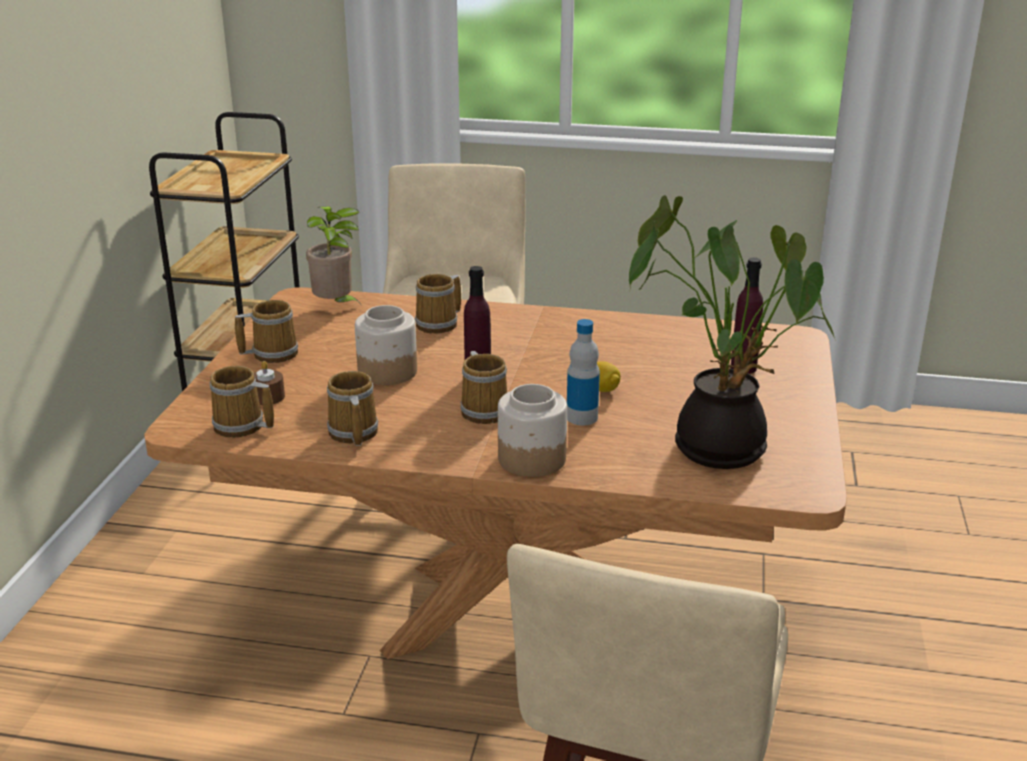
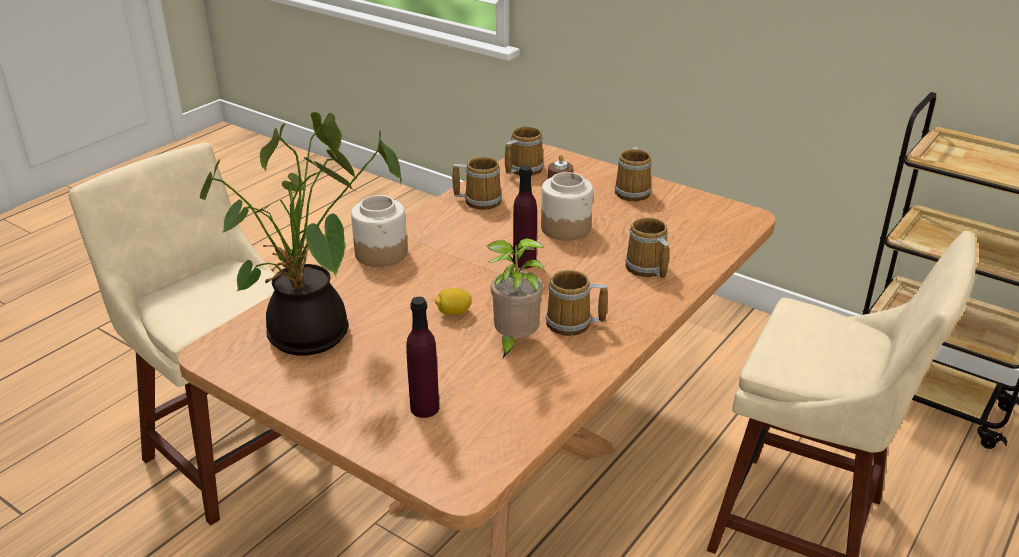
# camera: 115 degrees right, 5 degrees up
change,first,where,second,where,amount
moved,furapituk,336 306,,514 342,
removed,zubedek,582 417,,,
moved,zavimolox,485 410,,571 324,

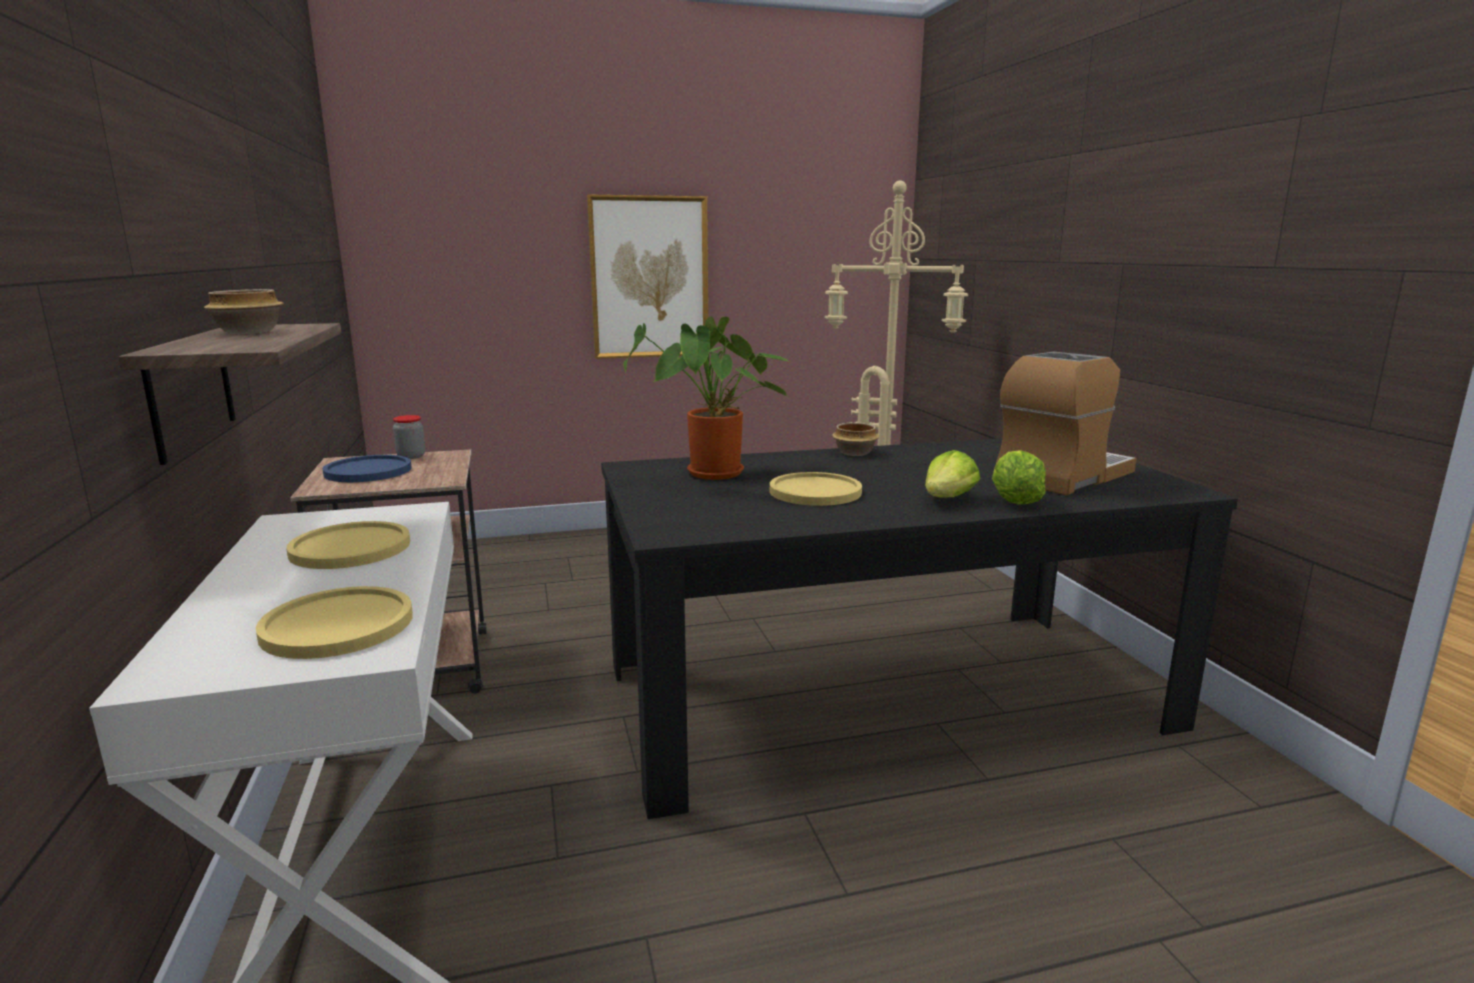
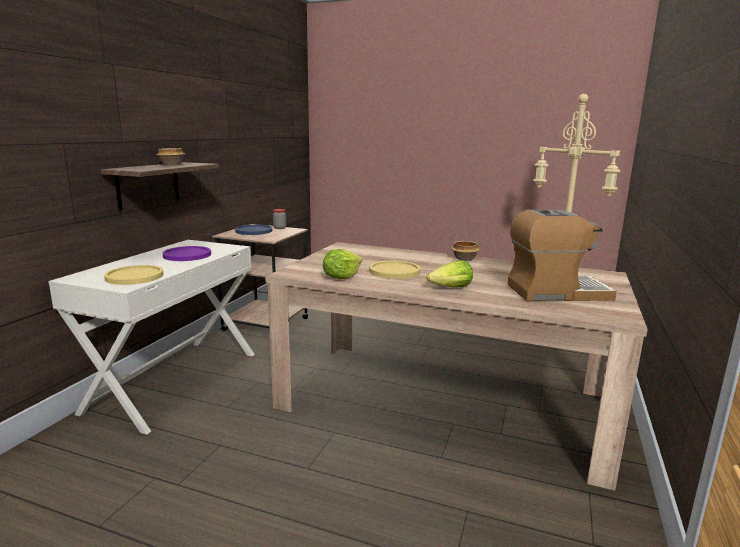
# camera: 35 degrees right, 0 degrees up
change,first,where,second,where,amount
removed,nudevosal,649 278,,,
removed,furapituk,713 475,,,
recoloured,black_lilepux,882 696,beige_lilepux,443 402,
moved,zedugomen,1014 502,,341 277,
recoloured,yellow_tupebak,350 548,purple_tupebak,187 255,

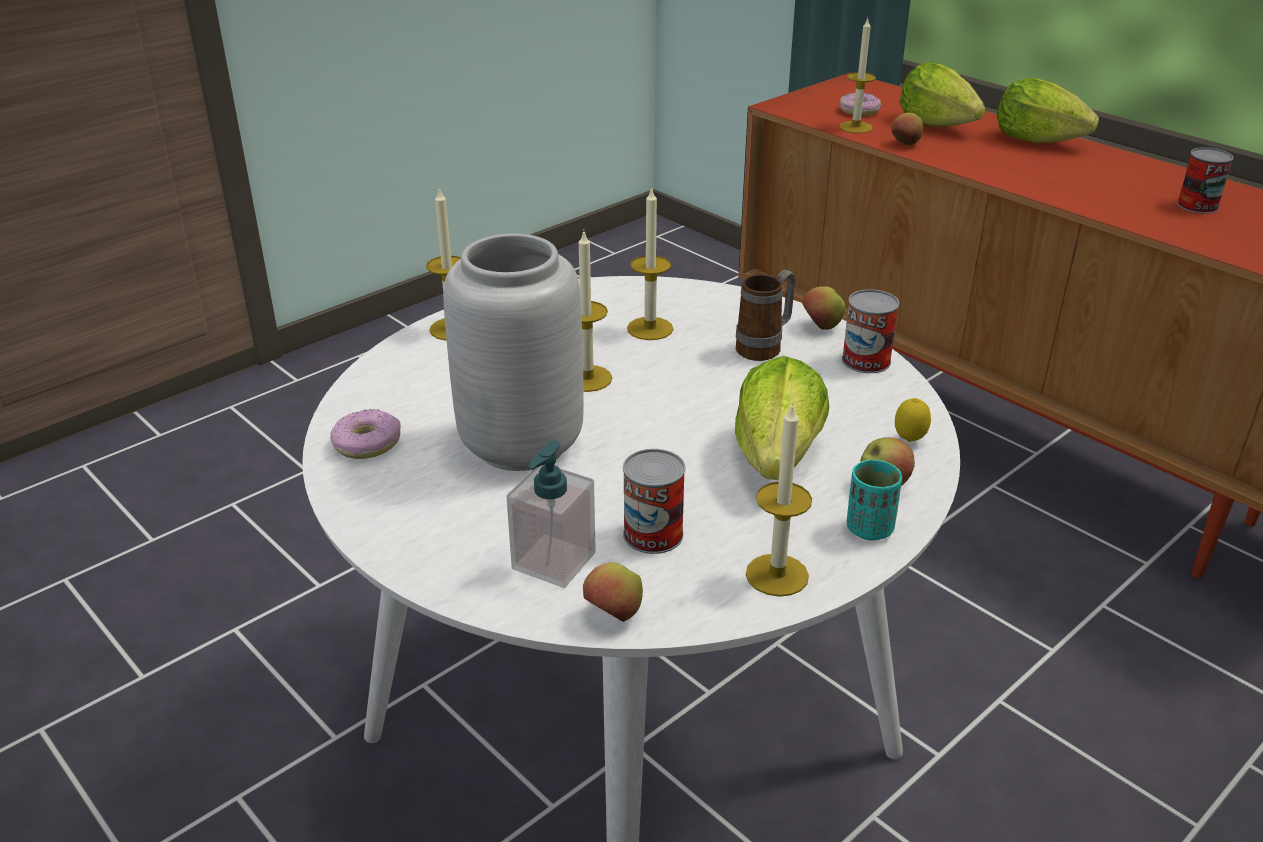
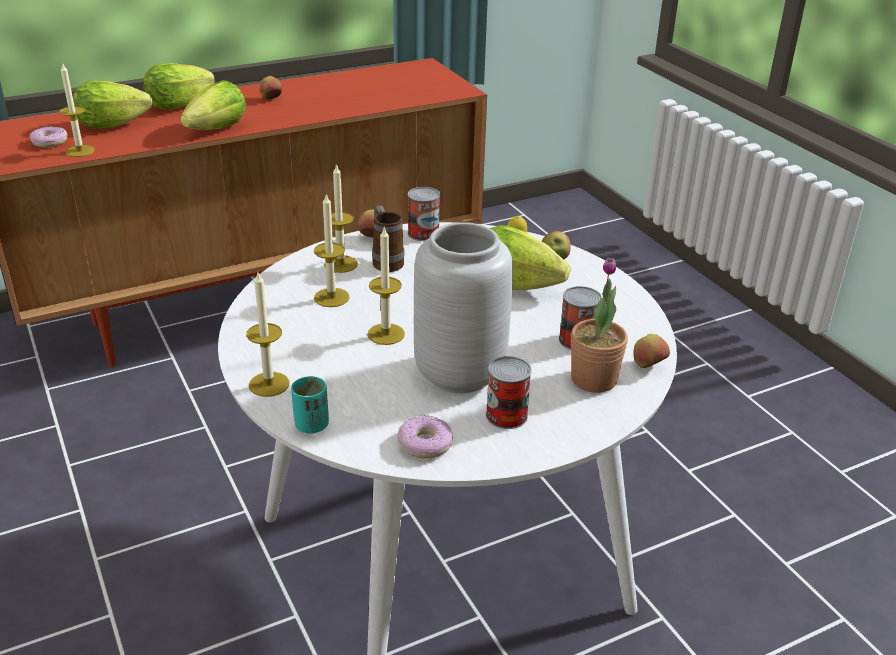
# camera: 75 degrees left, 0 degrees up
change,first,where,second,where,amount
moved,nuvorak,905 144,,271 99,
moved,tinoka,1197 205,,506 415,
moved,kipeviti,777 575,,341 264,
replaced,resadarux,553 561,furapituk,593 379,
moved,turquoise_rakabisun,869 529,,311 425,
added,,,zedugomen,217 129,

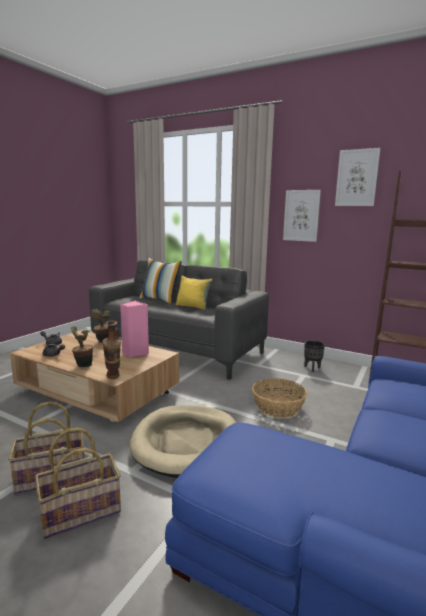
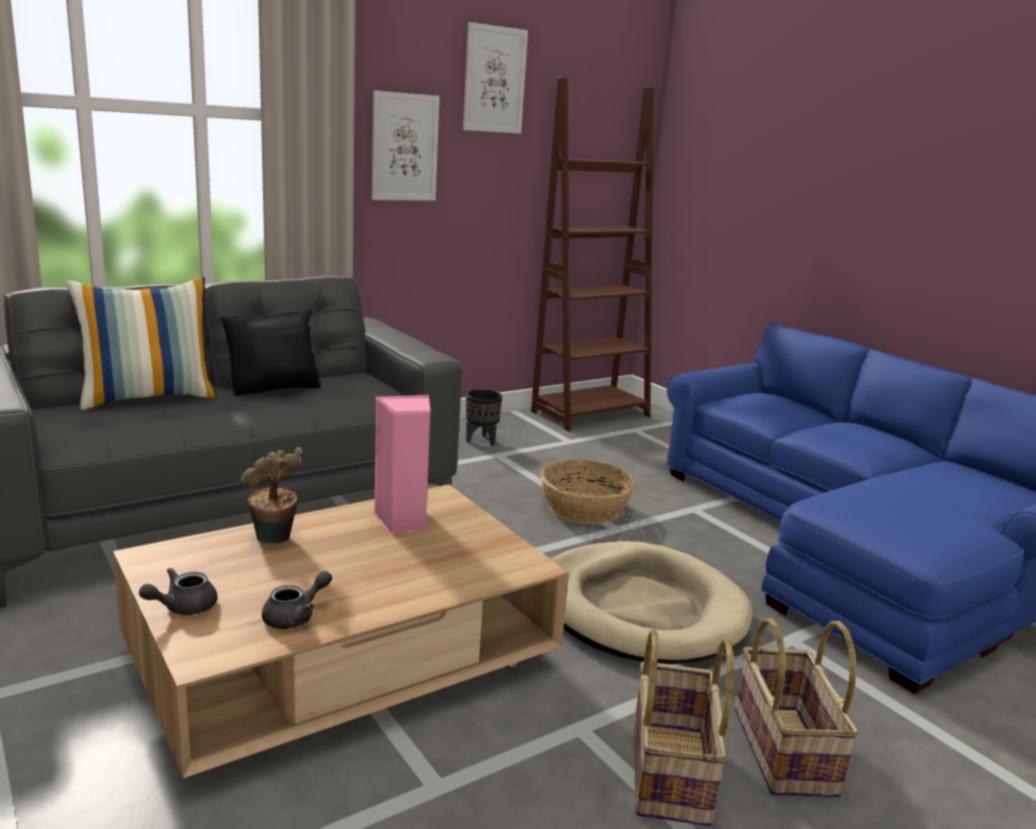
# camera: 65 degrees left, 5 degrees up
change,first,where,second,where,amount
recoloured,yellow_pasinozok,193 306,black_pasinozok,275 388,
removed,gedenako,113 378,,,
removed,furapituk,82 366,,,

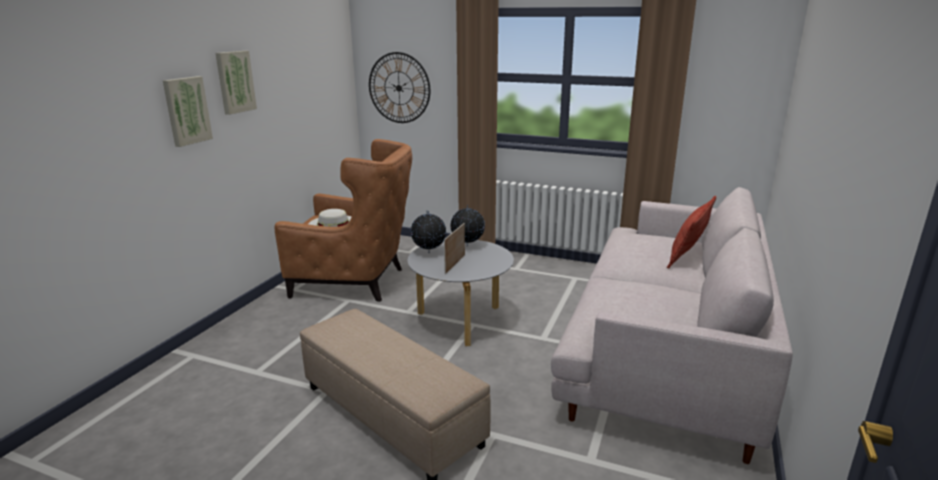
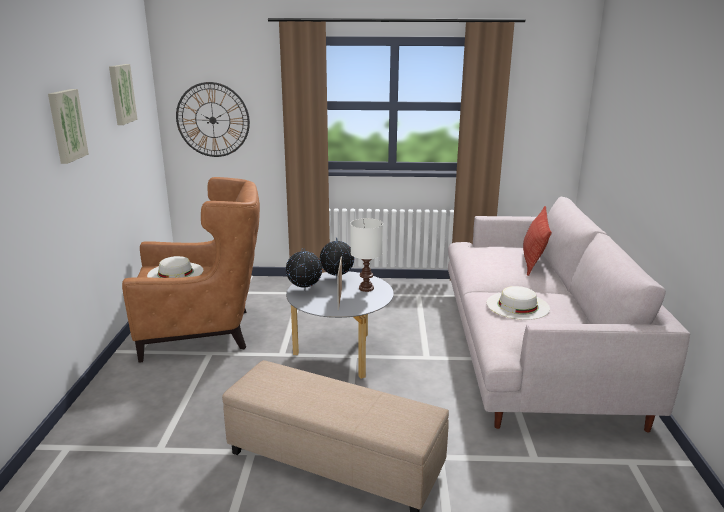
# camera: 20 degrees left, 0 degrees up
change,first,where,second,where,amount
moved,nudevosal,186 110,,121 94,
added,,,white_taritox,366 288,
added,,,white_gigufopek,517 305,

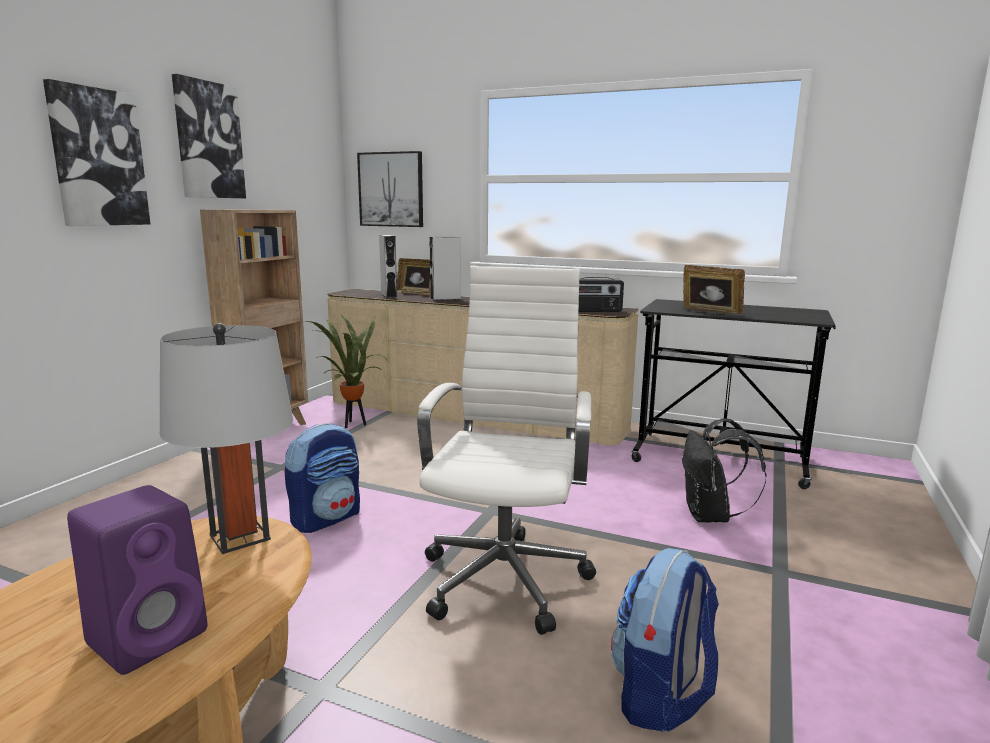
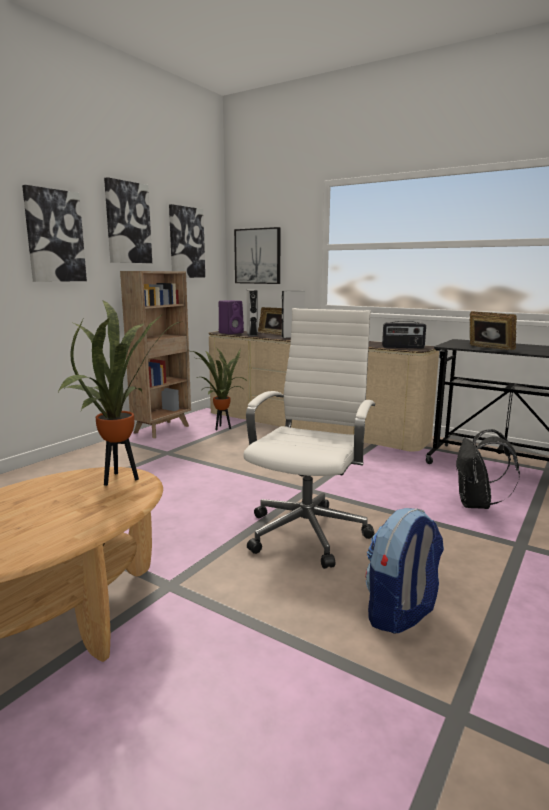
# camera: 10 degrees right, 0 degrees up
change,first,where,second,where,amount
replaced,grey_taritox,240 537,furapituk,120 478,
removed,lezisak,326 518,,,
moved,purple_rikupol,151 635,,231 333,
added,,,nudevosal,186 242,

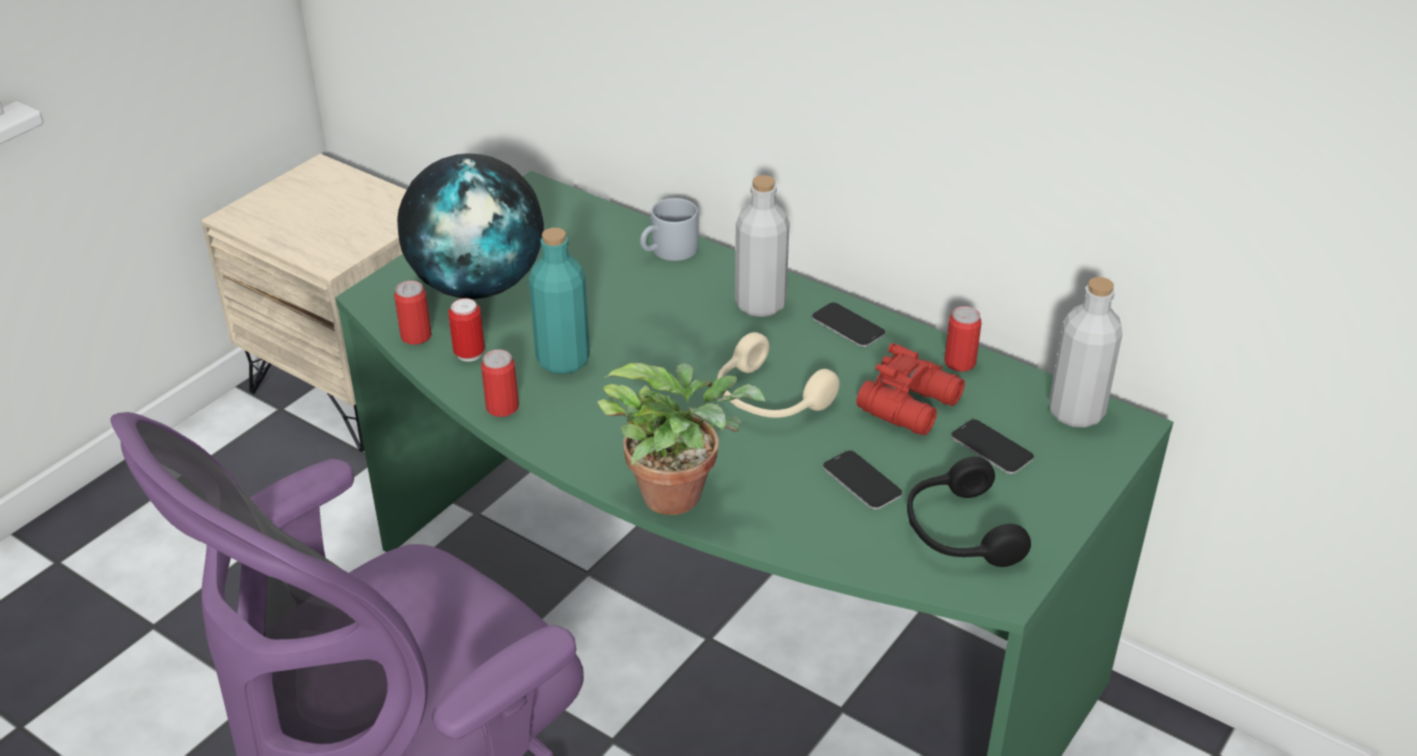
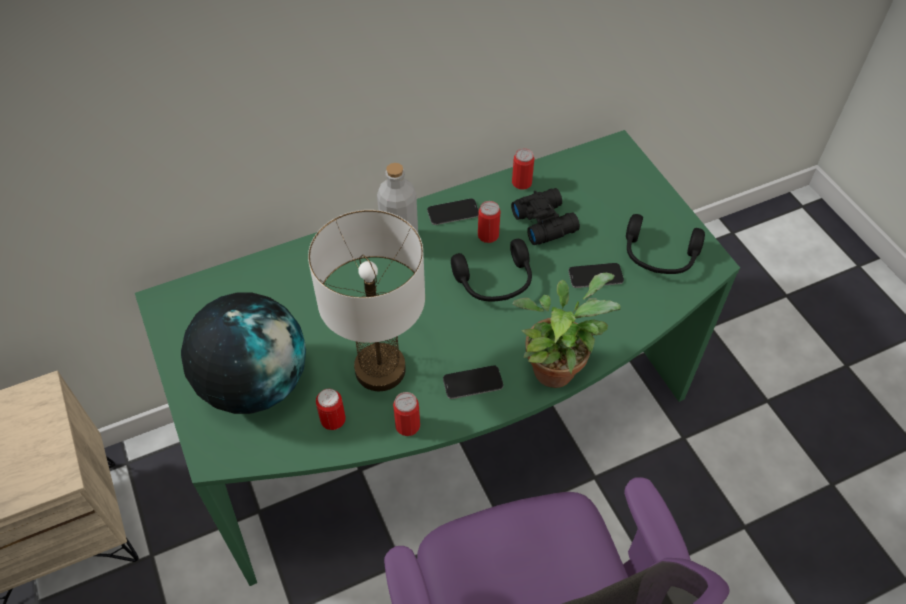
# camera: 60 degrees left, 15 degrees up
change,first,where,second,where,amount
removed,grey_zavimolox,668 251,,,
replaced,turquoise_zubedek,563 360,taritox,381 369,
removed,grey_zubedek,1076 412,,,
moved,tinoka,416 336,,488 235,
recoloured,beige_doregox,768 399,black_doregox,495 282,
recoloured,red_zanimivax,912 405,black_zanimivax,545 221,
moved,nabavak,991 448,,473 383,

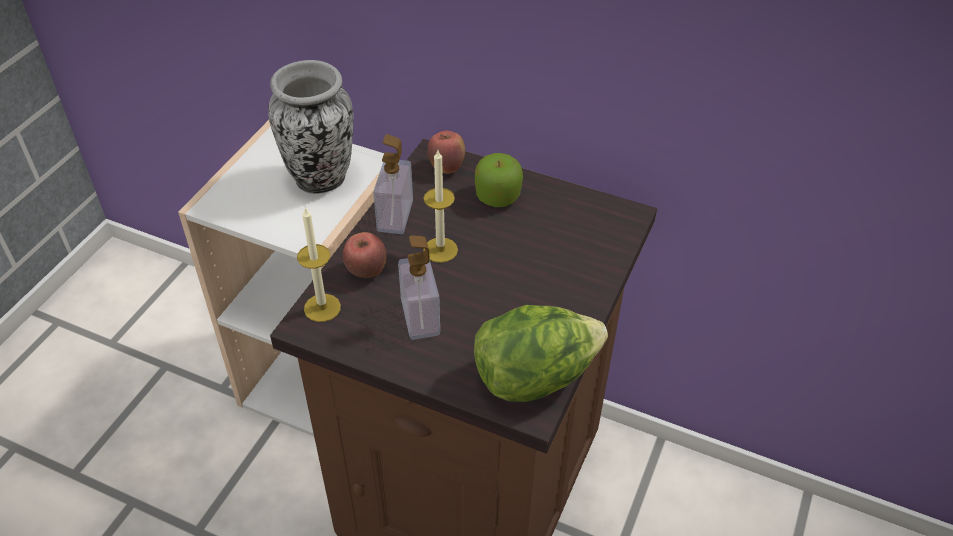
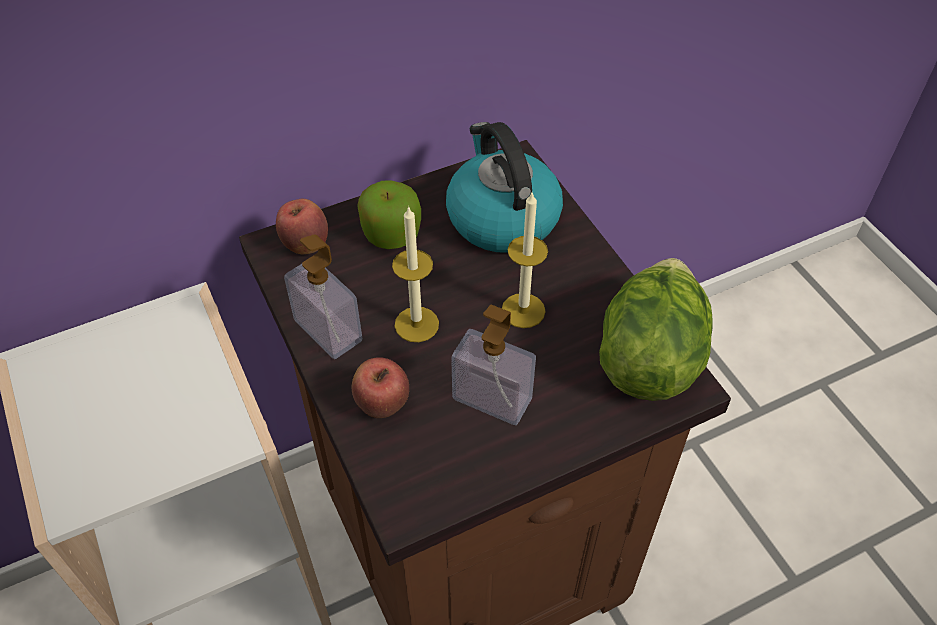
# camera: 50 degrees left, 5 degrees up
change,first,where,second,where,amount
removed,gedenako,321 180,,,
moved,kipeviti,322 308,,523 310,
added,,,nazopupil,501 217,

